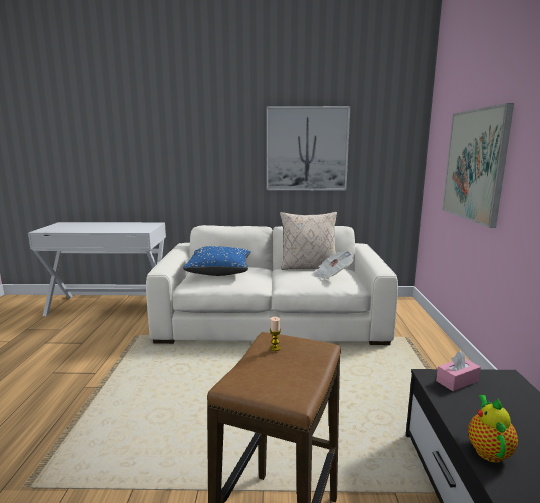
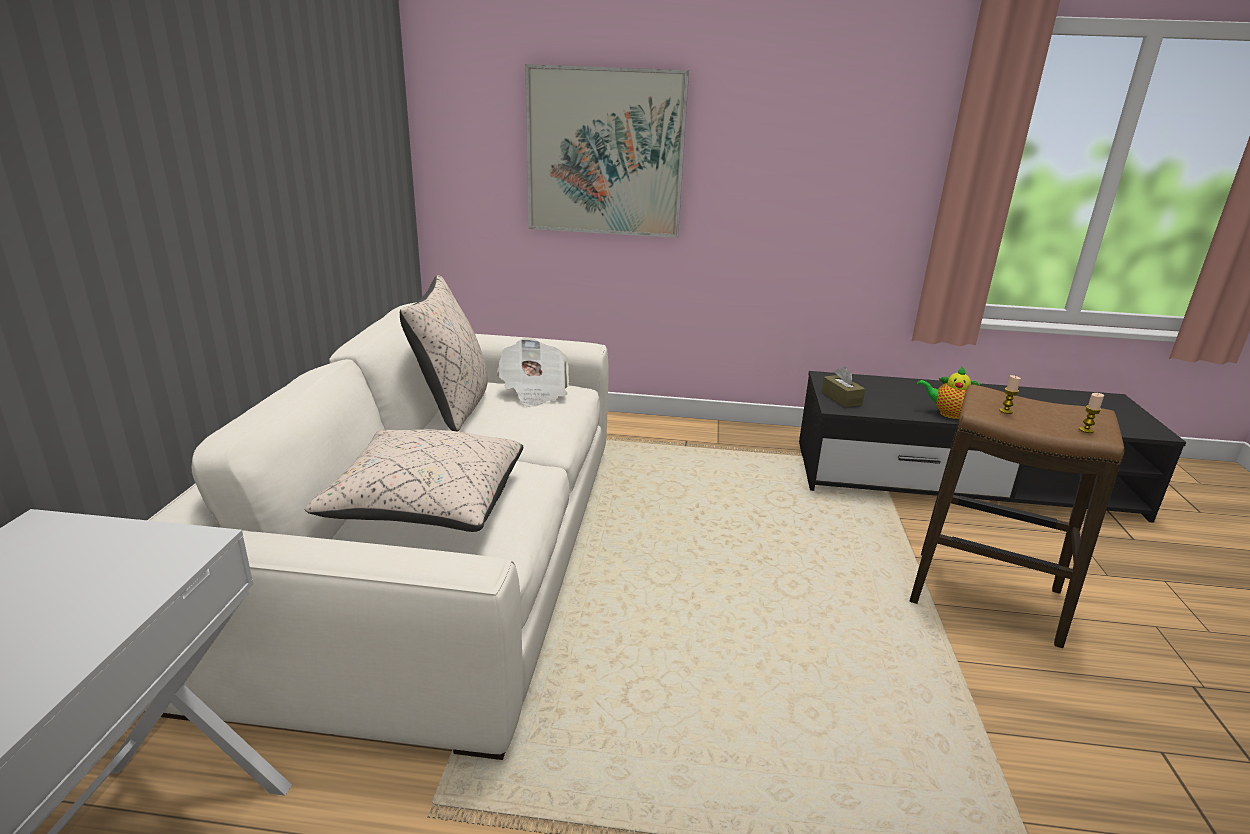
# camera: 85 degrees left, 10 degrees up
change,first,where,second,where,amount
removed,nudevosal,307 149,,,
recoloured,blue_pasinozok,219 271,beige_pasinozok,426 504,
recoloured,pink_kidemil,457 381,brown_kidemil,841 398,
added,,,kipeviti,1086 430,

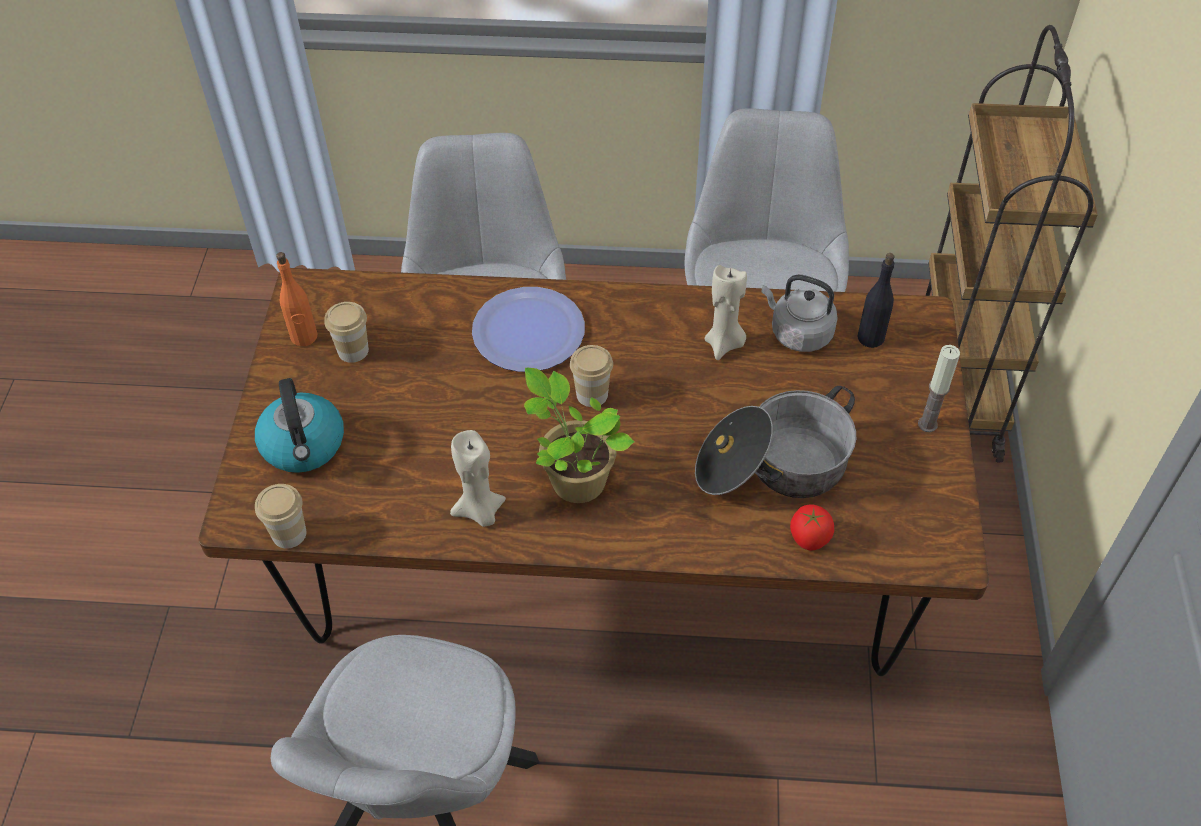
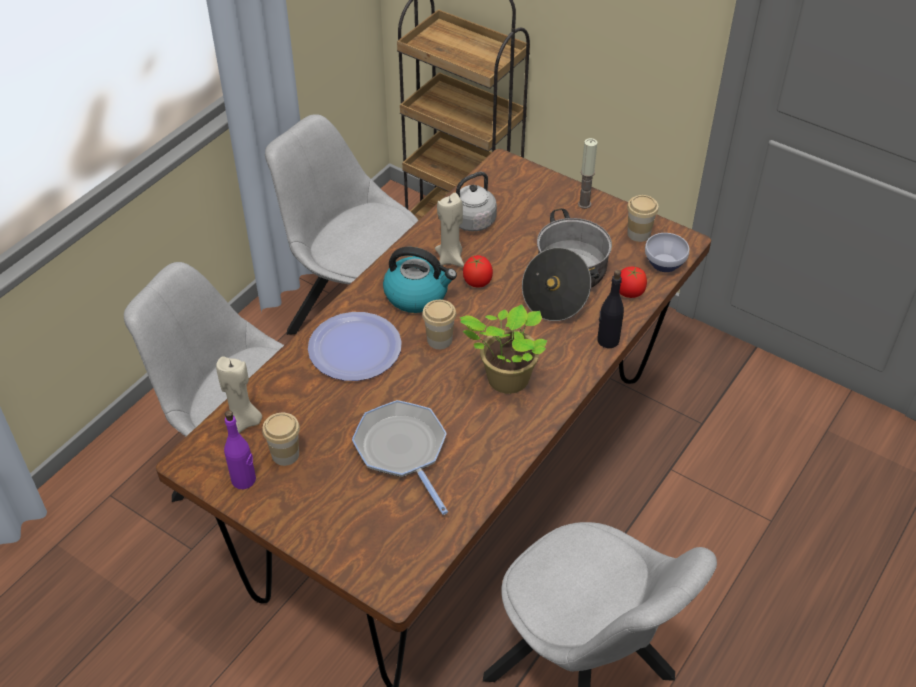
# camera: 60 degrees left, 5 degrees down
change,first,where,second,where,amount
recoloured,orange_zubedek,304 337,purple_zubedek,244 480,
moved,black_zubedek,870 337,,607 340,
moved,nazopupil,304 445,,417 295,
moved,beige_kipeviti,480 512,,244 422,
moved,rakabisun,289 534,,638 234,
added,,,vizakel,665 263,
added,,,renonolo,477 282,
added,,,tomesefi,403 450,

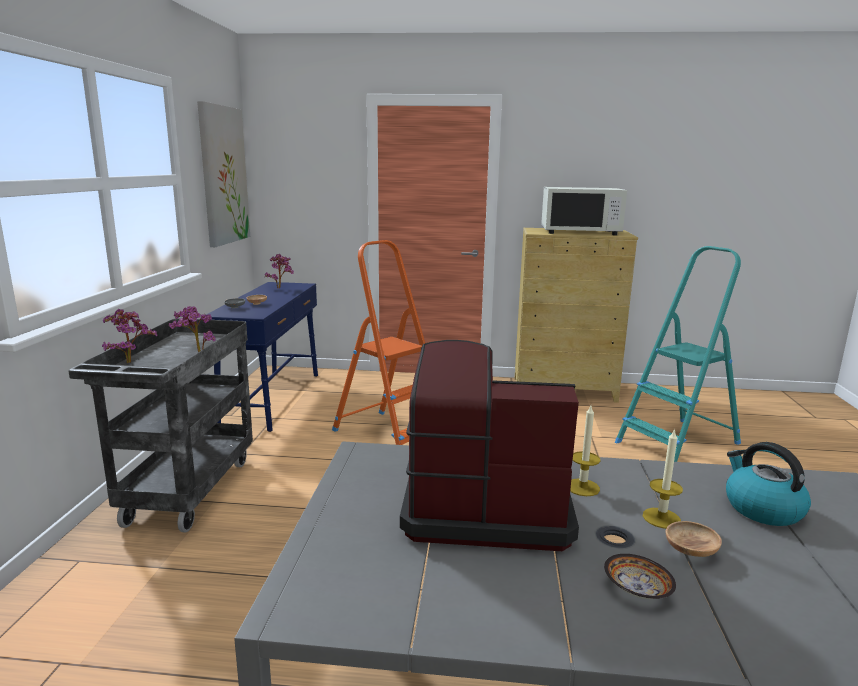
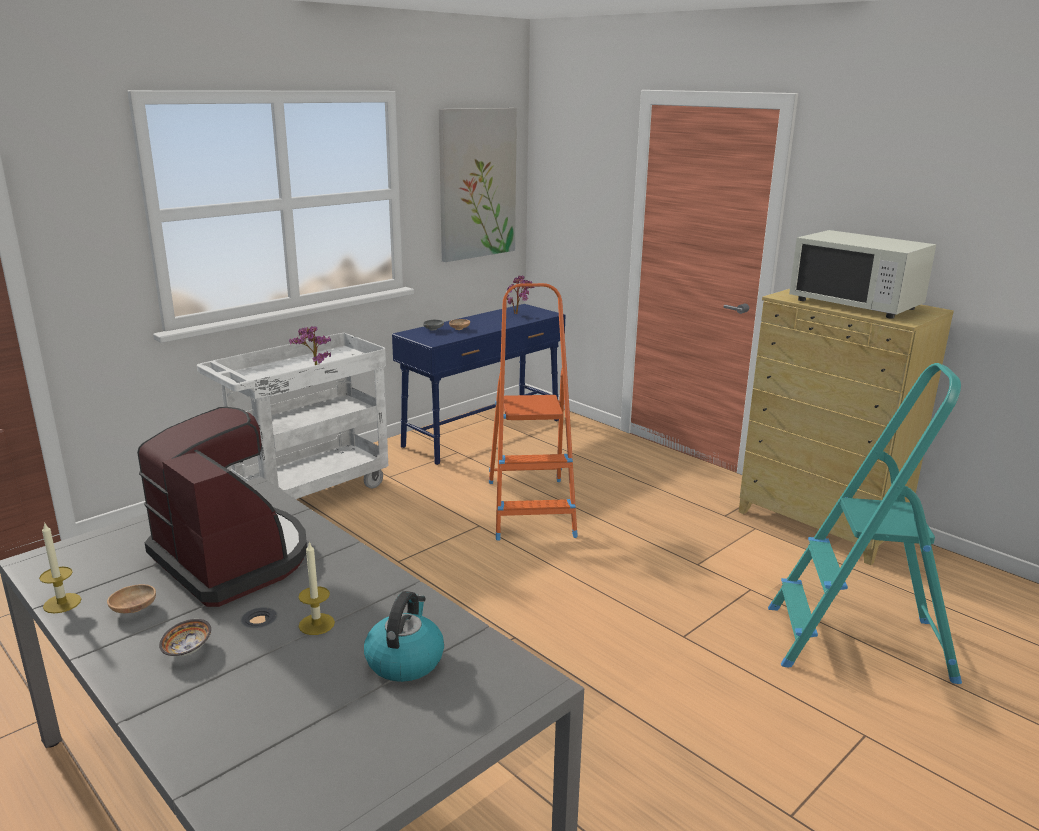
# camera: 40 degrees right, 5 degrees up
change,first,where,second,where,amount
removed,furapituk,130 362,,,
recoloured,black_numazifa,187 496,white_numazifa,307 497,
moved,kipeviti,582 487,,62 603,
moved,brown_vizakel,690 551,,134 609,

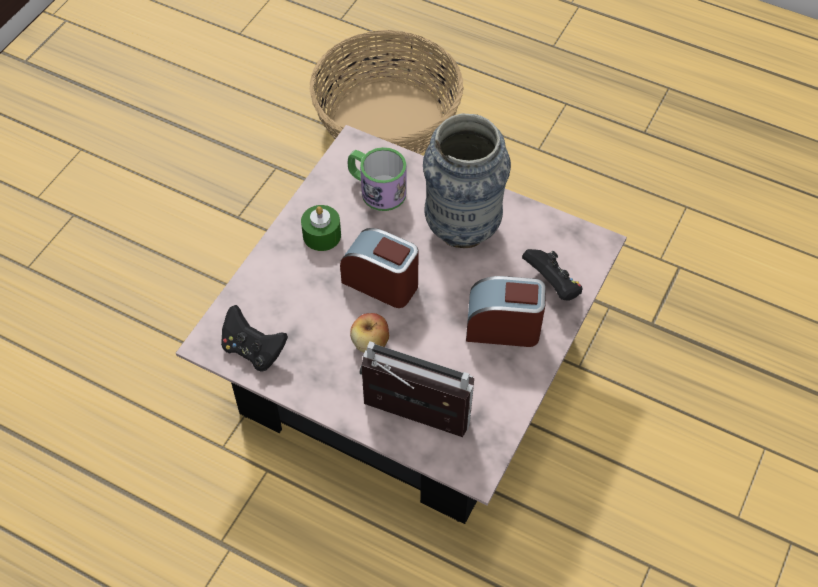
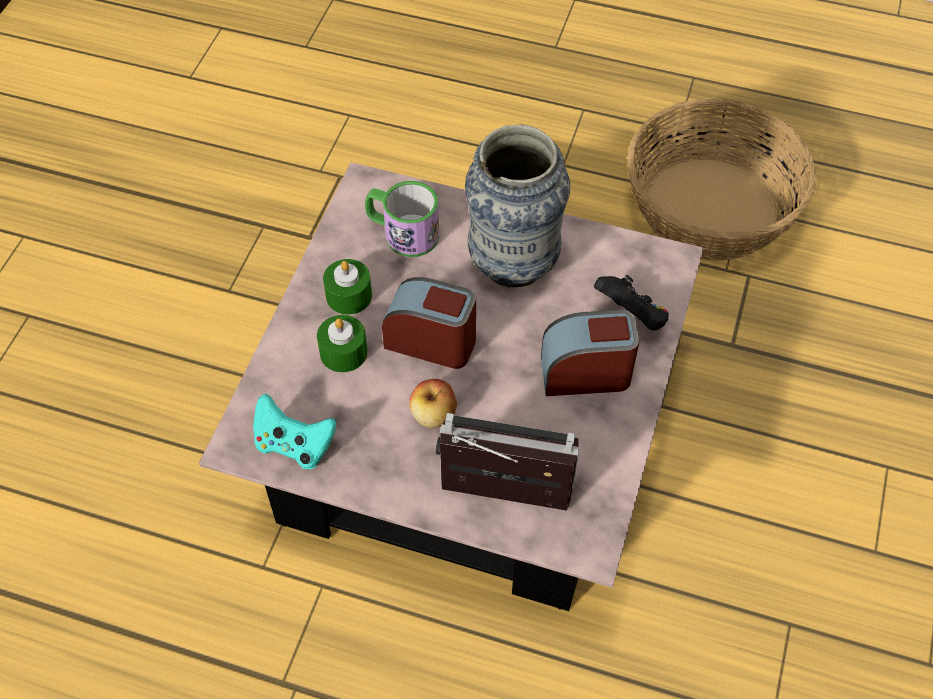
# camera: 10 degrees left, 0 degrees up
change,first,where,second,where,amount
moved,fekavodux,388 121,,710 208,
recoloured,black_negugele,253 350,turquoise_negugele,294 445,
added,,,green_kipeviti,343 352,

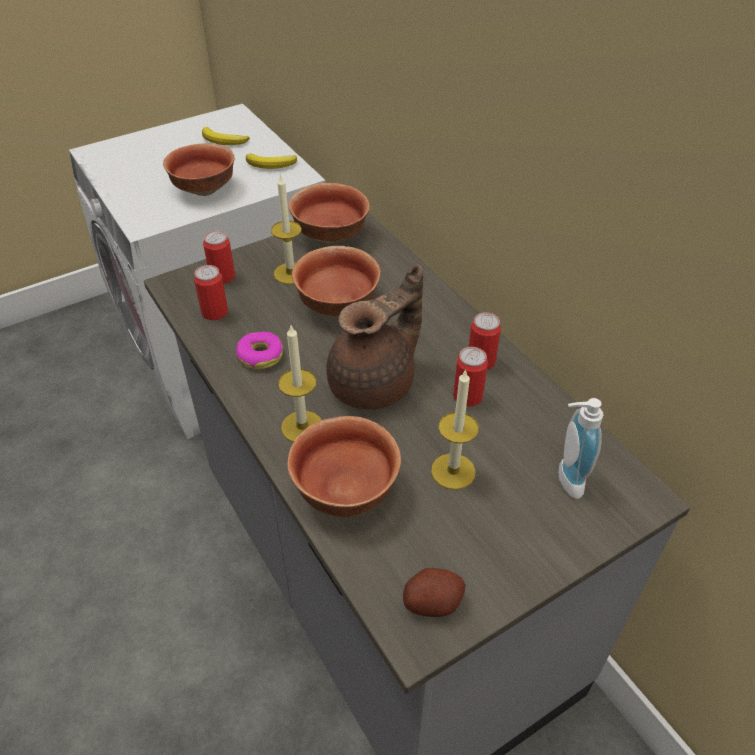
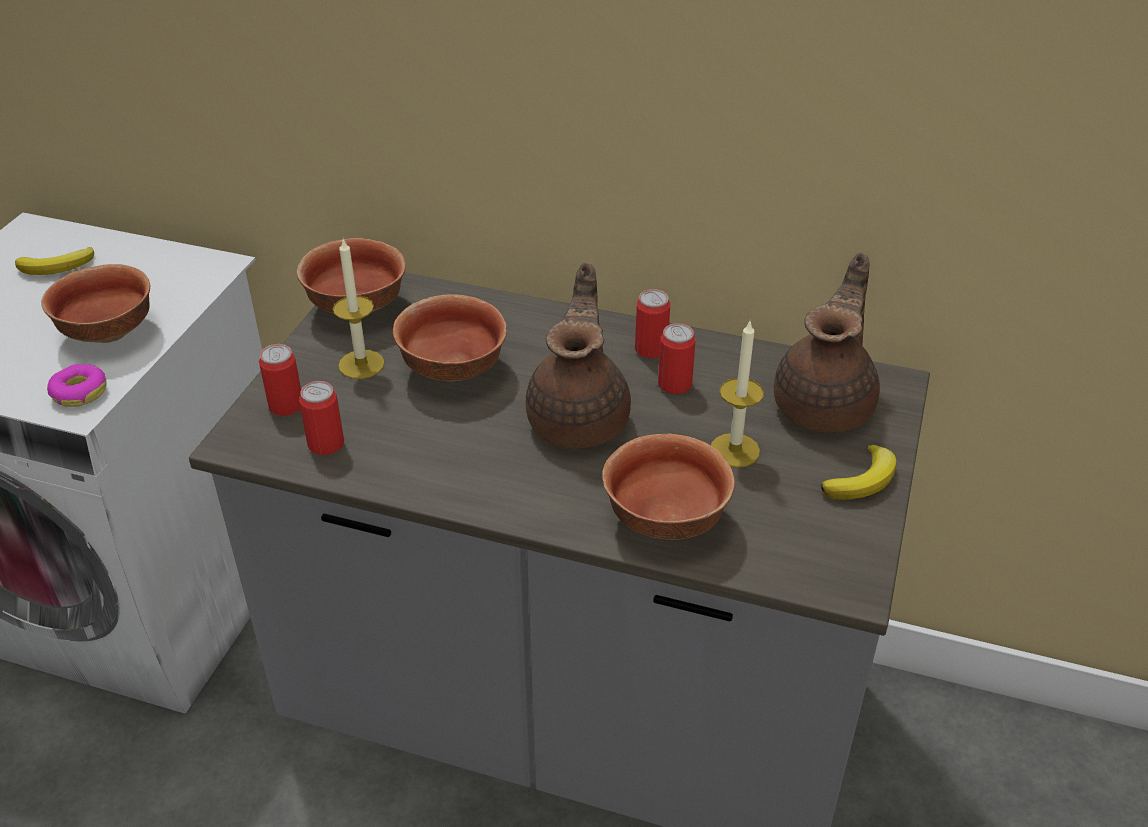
# camera: 40 degrees left, 5 degrees down
change,first,where,second,where,amount
moved,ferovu,272 164,,862 479,
removed,kipeviti,302 427,,,
moved,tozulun,260 356,,79 392,
replaced,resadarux,565 480,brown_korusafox,826 405,
removed,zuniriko,432 601,,,

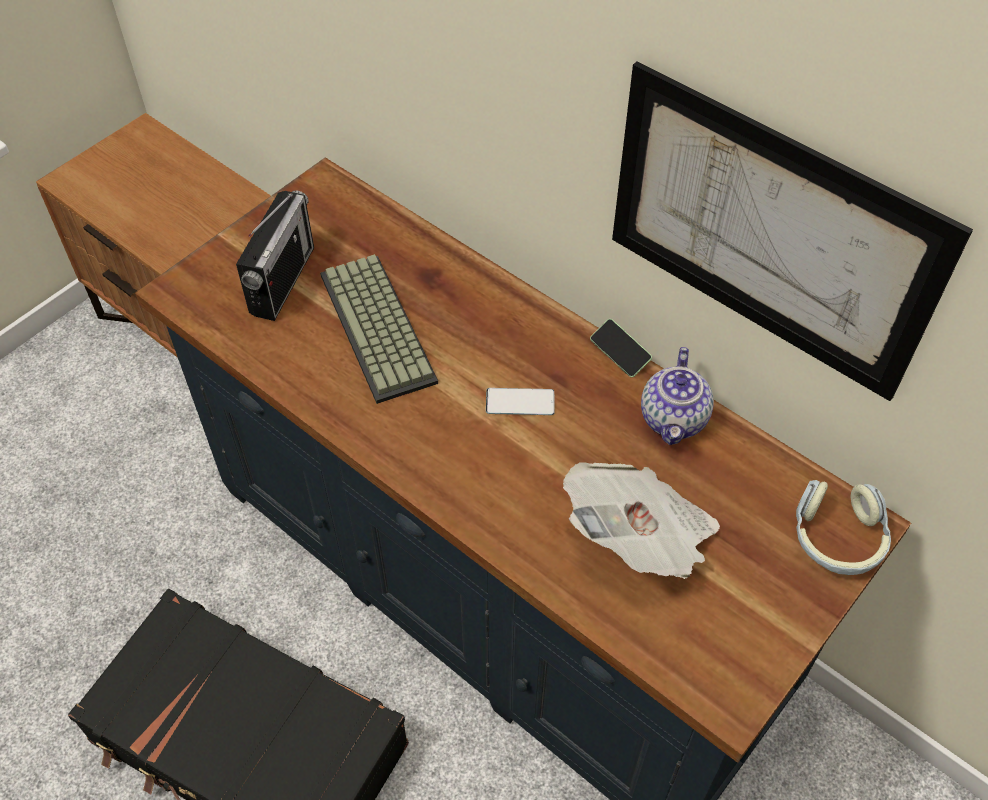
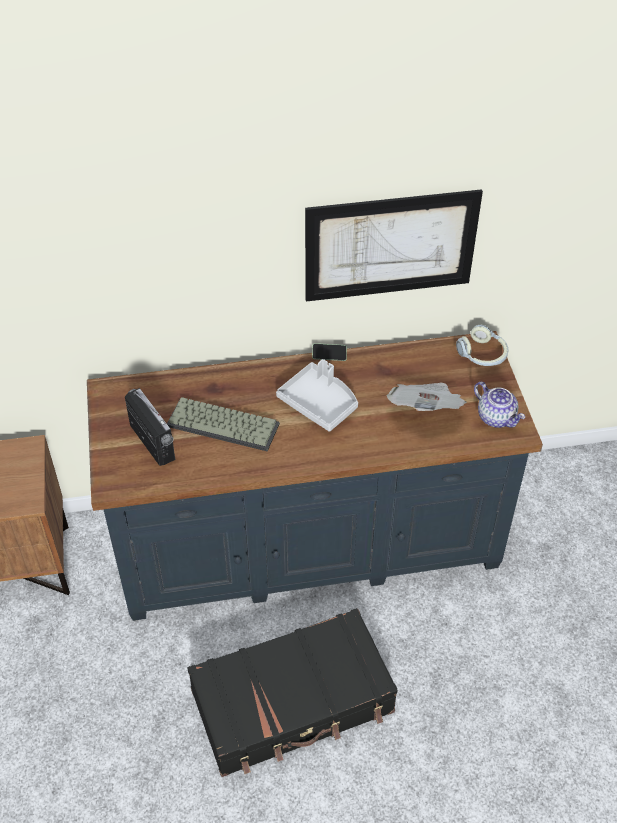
# camera: 50 degrees left, 5 degrees down
change,first,where,second,where,amount
moved,korusafox,674 419,,496 417,
replaced,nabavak,520 402,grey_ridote,319 403,

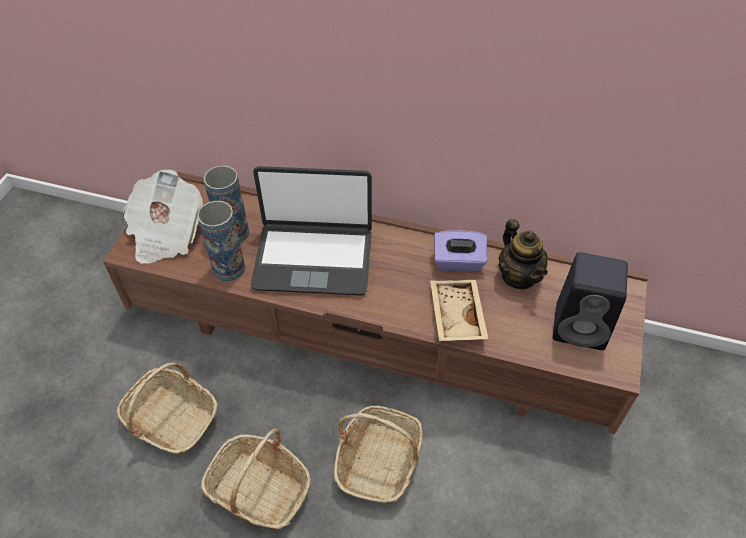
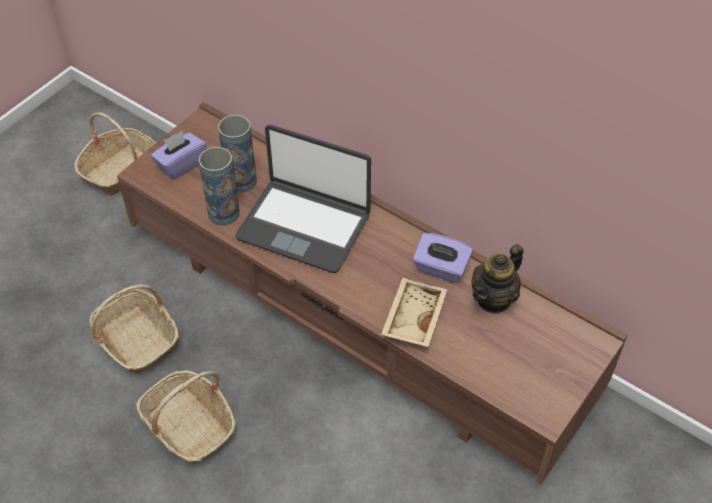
# camera: 20 degrees right, 0 degrees up
change,first,where,second,where,amount
replaced,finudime,166 233,purple_kidemil,181 164,
turned,korusafox,518 276,,494 299,45 degrees clockwise
removed,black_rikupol,581 327,,,
moved,fekavodux,379 461,,120 169,

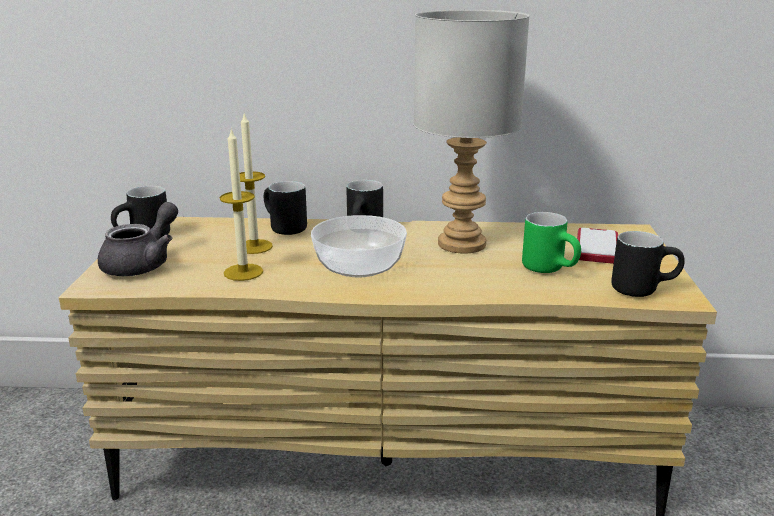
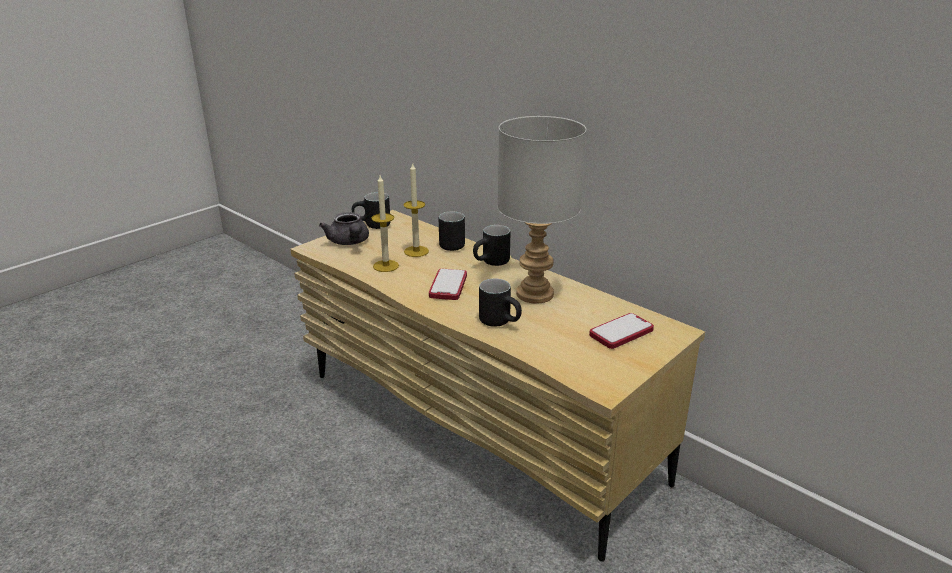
# camera: 40 degrees right, 5 degrees up
change,first,where,second,where,amount
turned,grey_korusafox,143 264,,349 242,90 degrees clockwise
removed,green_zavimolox,551 269,,,
replaced,vizakel,359 266,nabavak,448 286,
moved,black_zavimolox,642 288,,501 322,

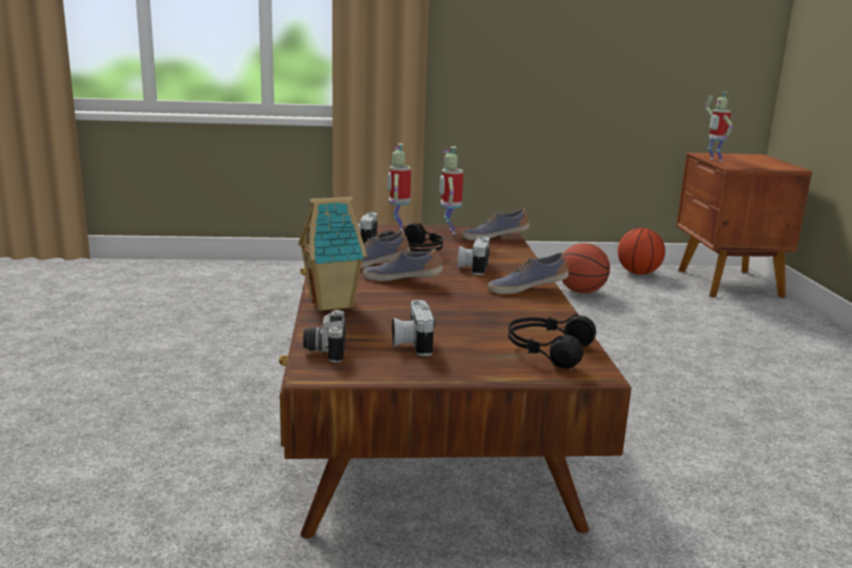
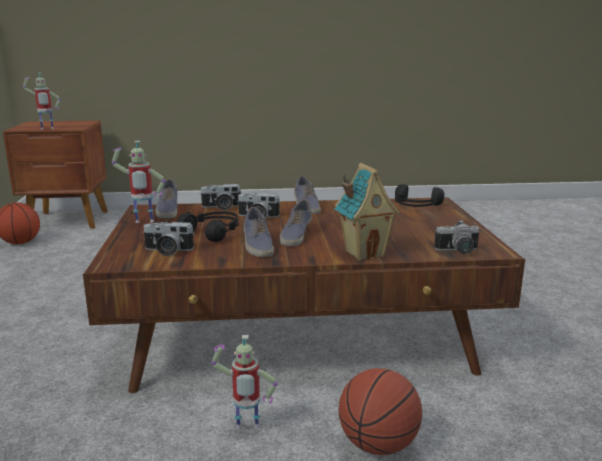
# camera: 90 degrees left, 0 degrees up
change,first,where,second,where,amount
moved,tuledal,398 228,,247 429,
moved,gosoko,581 292,,378 445,
moved,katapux,411 343,,221 207,

